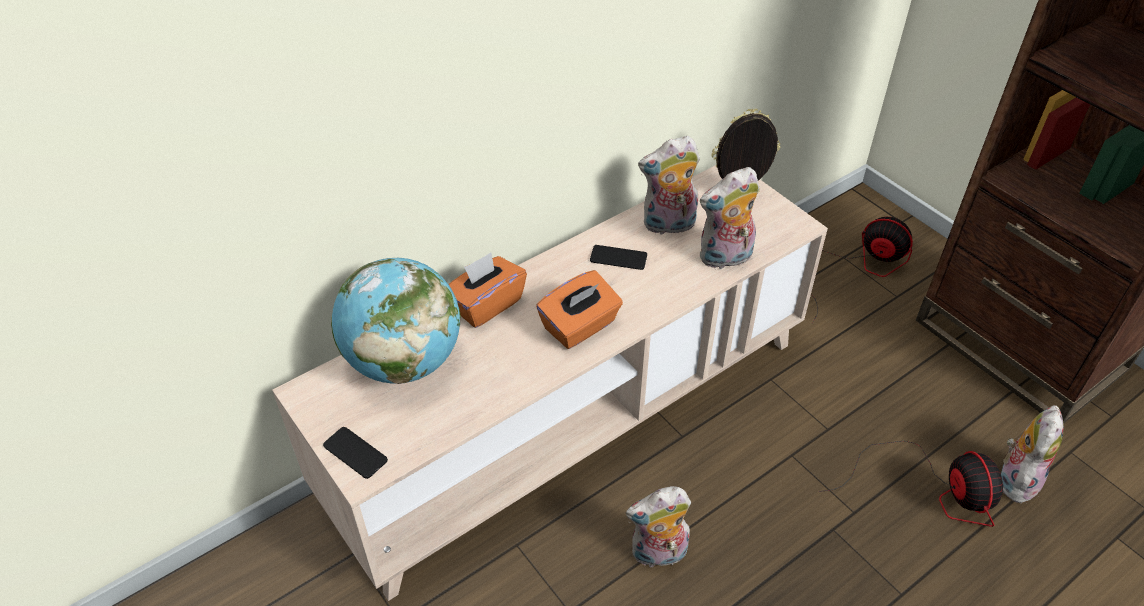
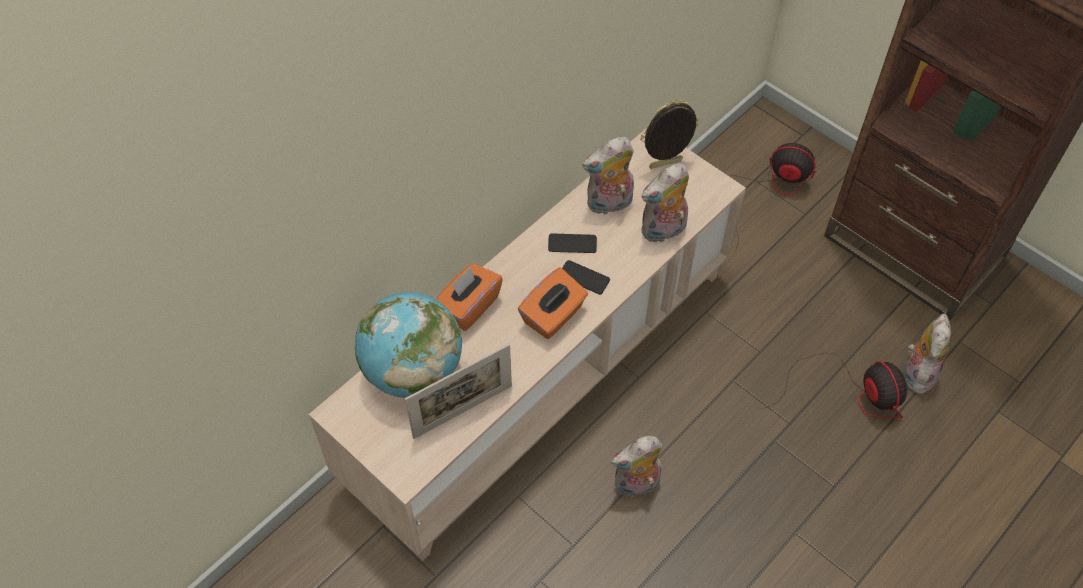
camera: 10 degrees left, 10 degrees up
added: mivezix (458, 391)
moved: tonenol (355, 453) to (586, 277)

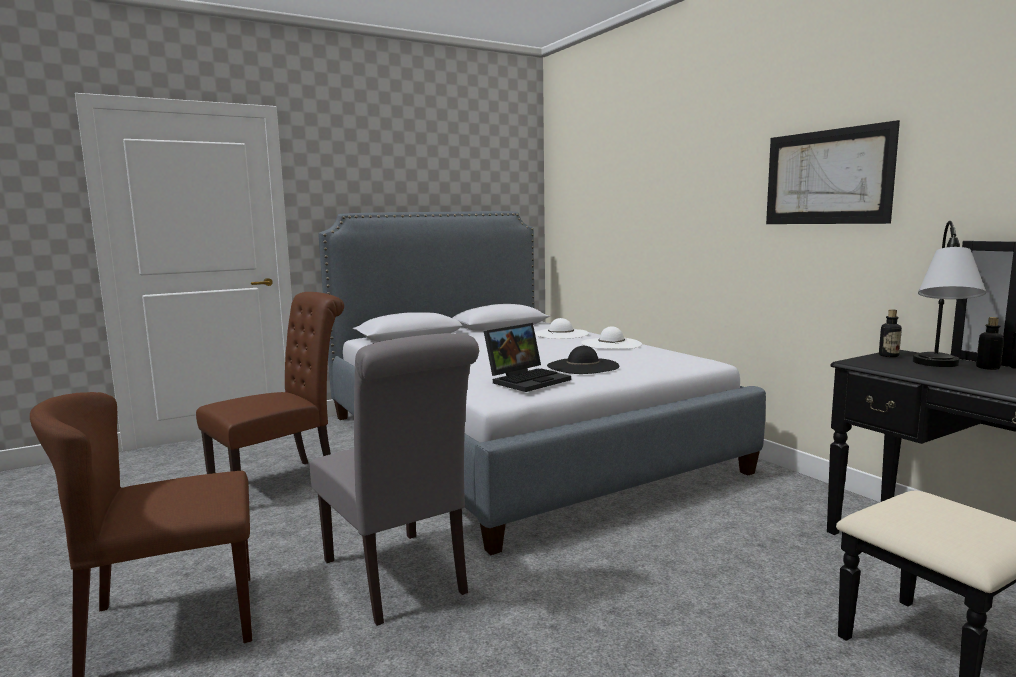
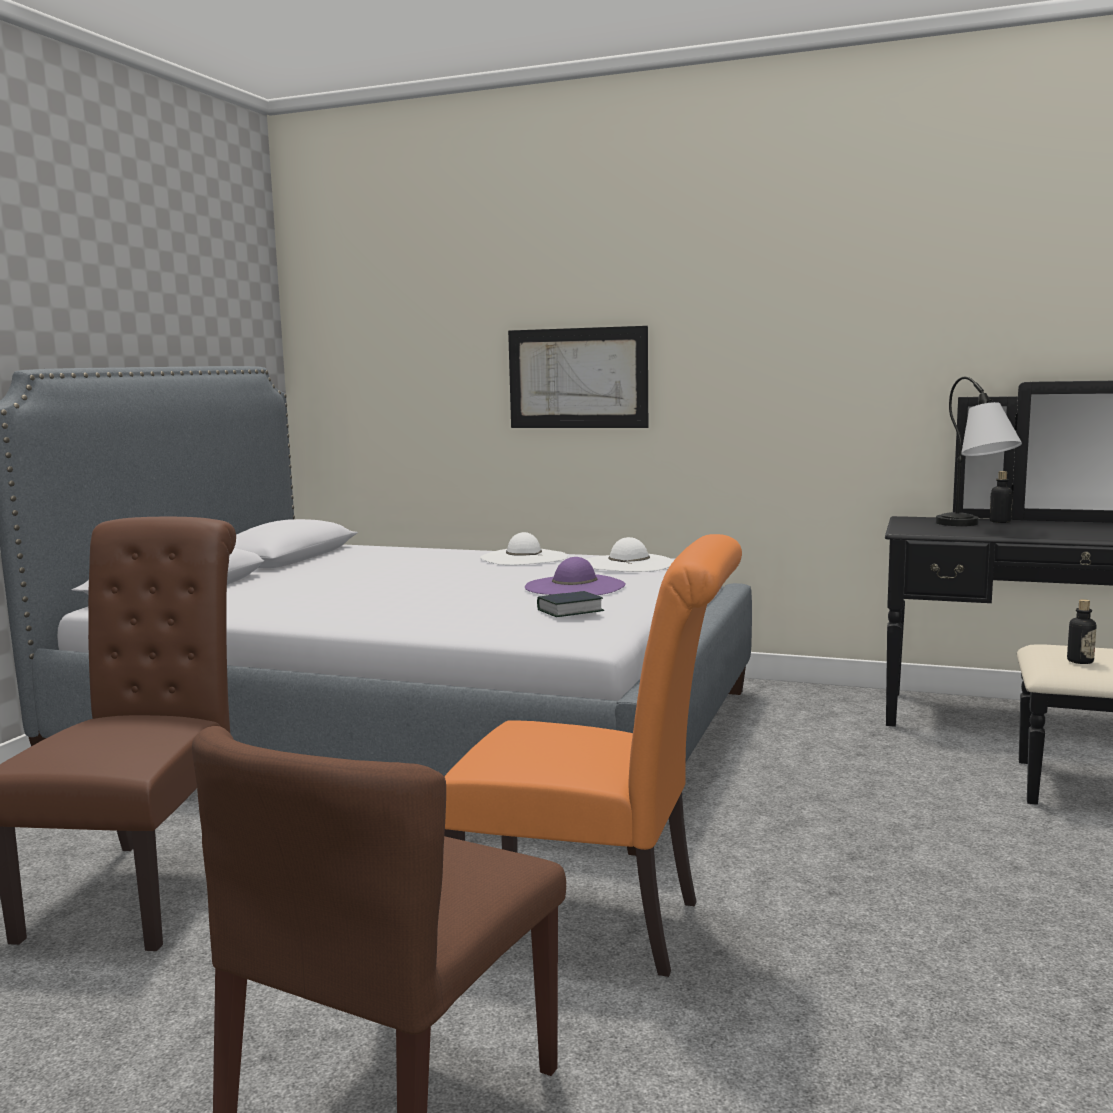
camera: 40 degrees left, 0 degrees up
moved: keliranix (833, 172) to (578, 377); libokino (890, 333) to (1081, 631); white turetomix (562, 328) to (629, 554)
replaced: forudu (527, 357) to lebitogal (570, 604)
recoloured: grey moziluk (394, 479) to orange moziluk (593, 755); black turetomix (583, 360) to purple turetomix (575, 576)

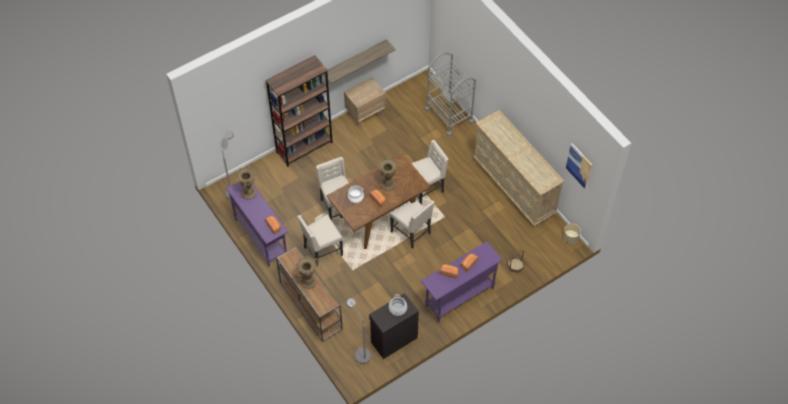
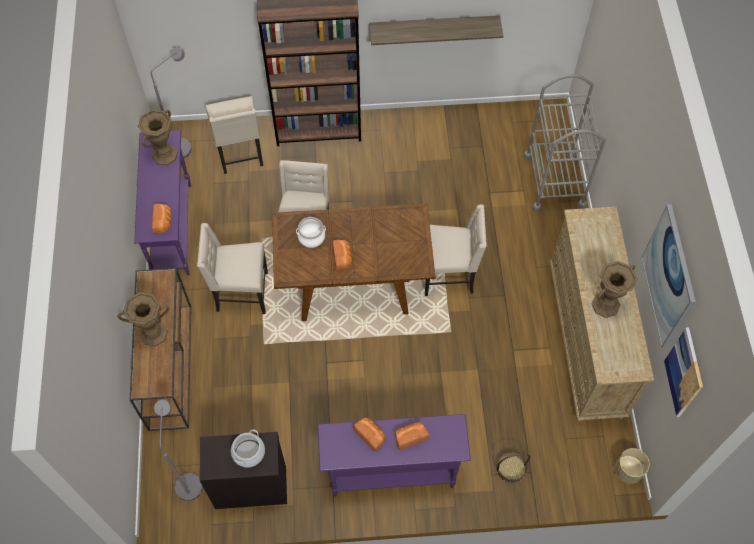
camera: 30 degrees right, 5 degrees up
removed: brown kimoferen (365, 103)
added: keliranix (669, 276)
moved: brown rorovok (388, 173) to (614, 289); beige moziluk (412, 224) to (234, 135)

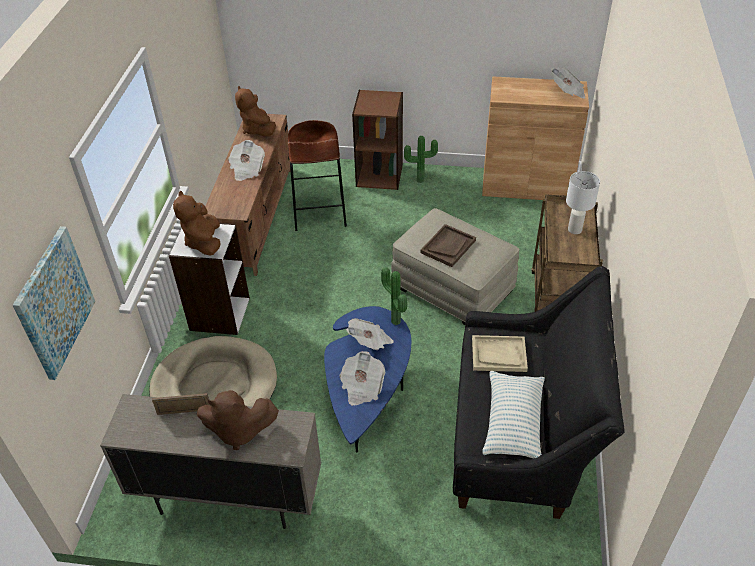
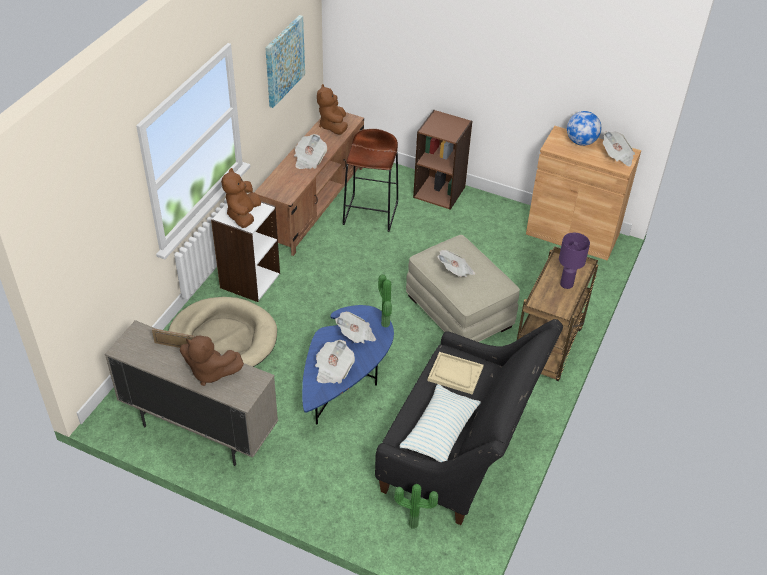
camera: 15 degrees right, 0 degrees up
added: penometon (584, 128)
moved: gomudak (421, 159) to (416, 506); keliranix (54, 303) to (285, 61)
replaced: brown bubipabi (448, 245) to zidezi (456, 263)
recoloured: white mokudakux (583, 202) to purple mokudakux (574, 261)

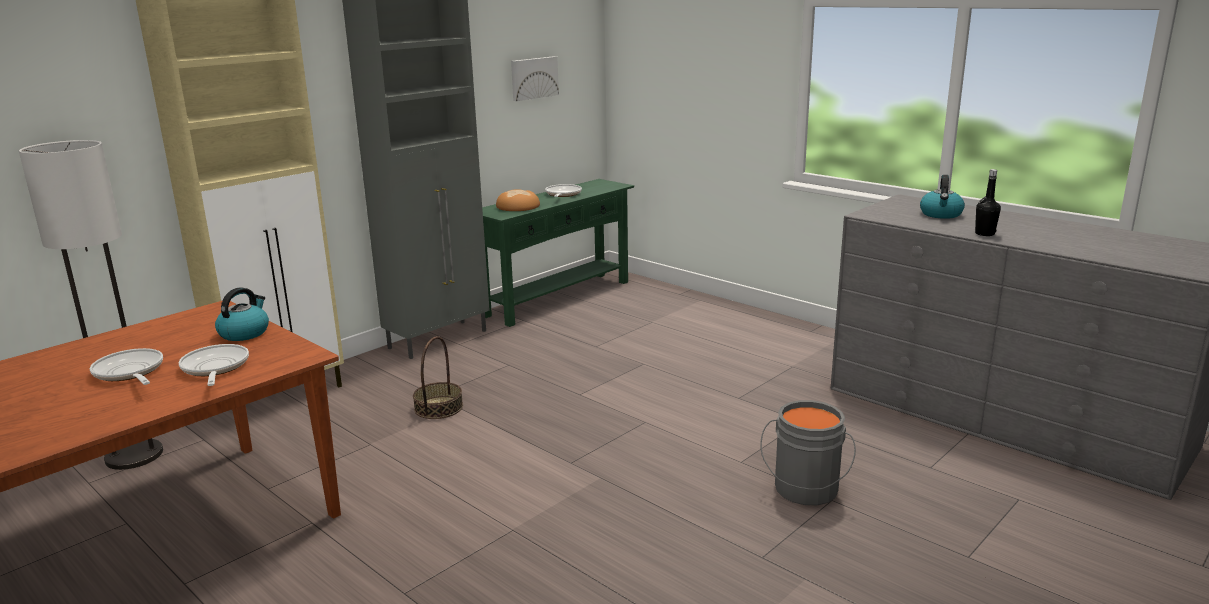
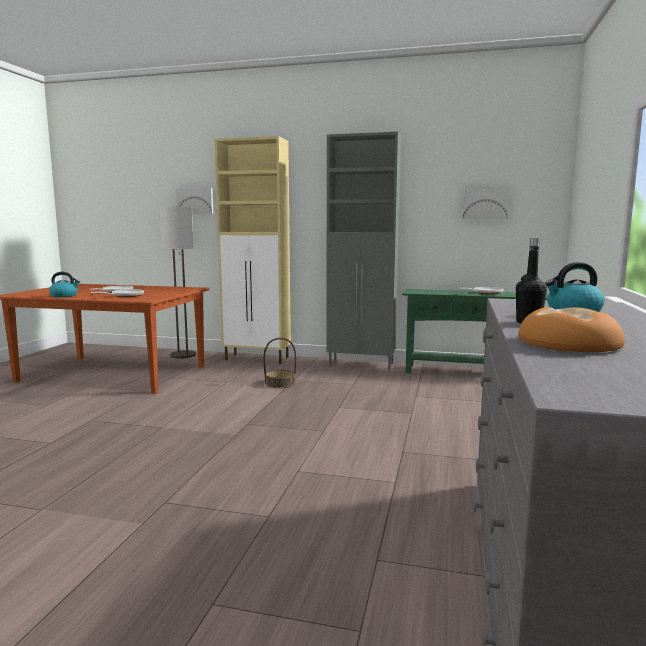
camera: 60 degrees right, 10 degrees down
removed: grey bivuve (808, 452)
added: keliranix (194, 201)
moved: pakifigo (518, 200) to (571, 329); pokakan (242, 314) to (64, 284)

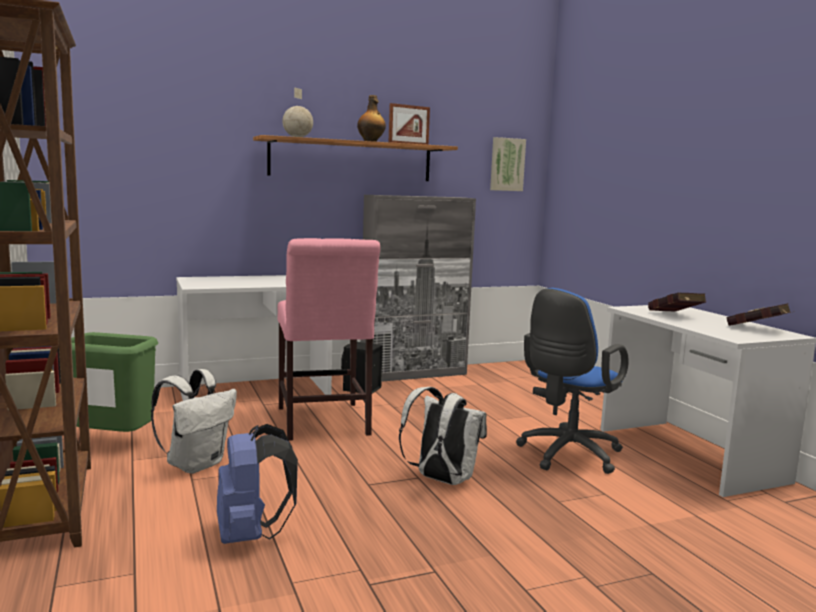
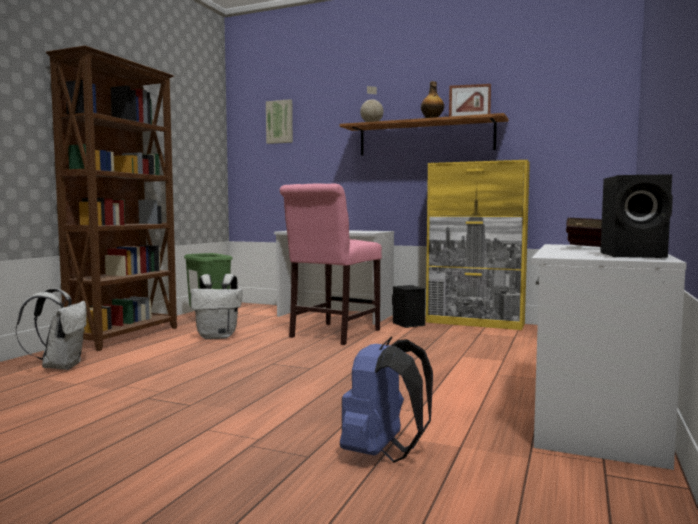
camera: 45 degrees right, 5 degrees down
removed: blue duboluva (572, 381)
moved: keliranix (508, 164) to (279, 121); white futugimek (443, 436) to (51, 329); blue futugimek (257, 484) to (386, 399)
replaced: red lebitogal (758, 314) to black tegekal (636, 216)
recoloured: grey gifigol (418, 288) to yellow gifigol (478, 245)

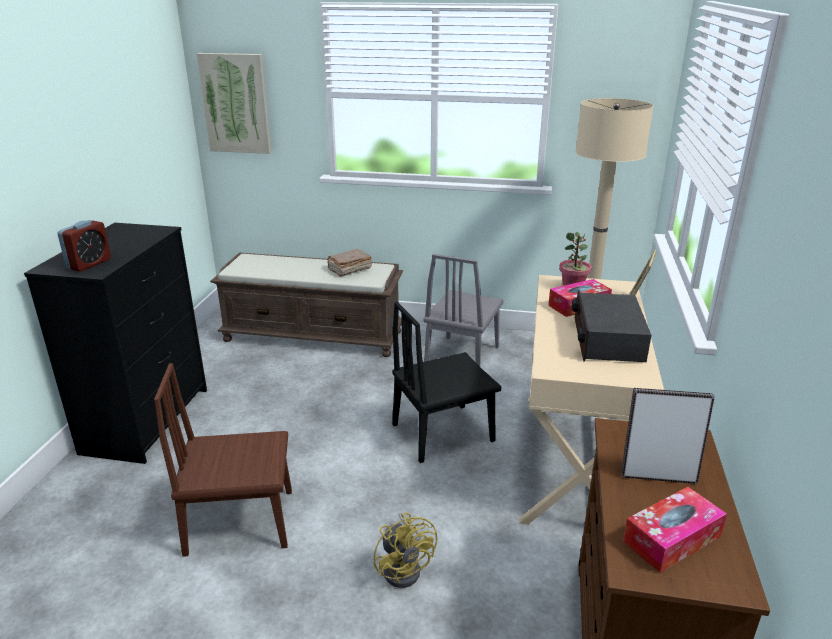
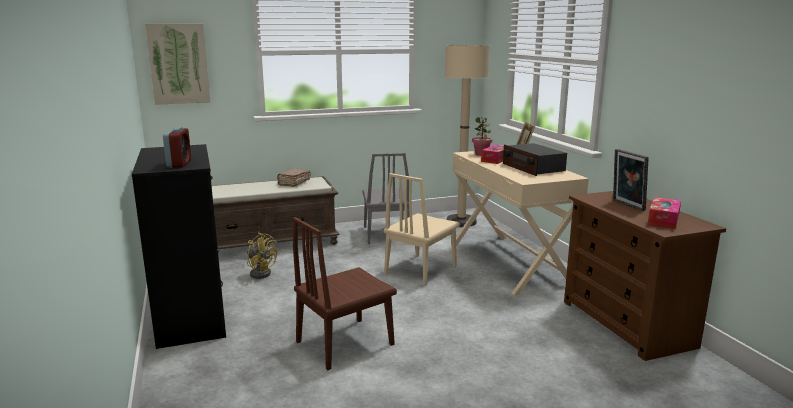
camera: 30 degrees left, 10 degrees down
moved: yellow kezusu (405, 550) to (262, 256)
recoloured: black moziluk (446, 382) to beige moziluk (422, 229)
turned: mivezix (668, 436) = (631, 180) 90 degrees counterclockwise

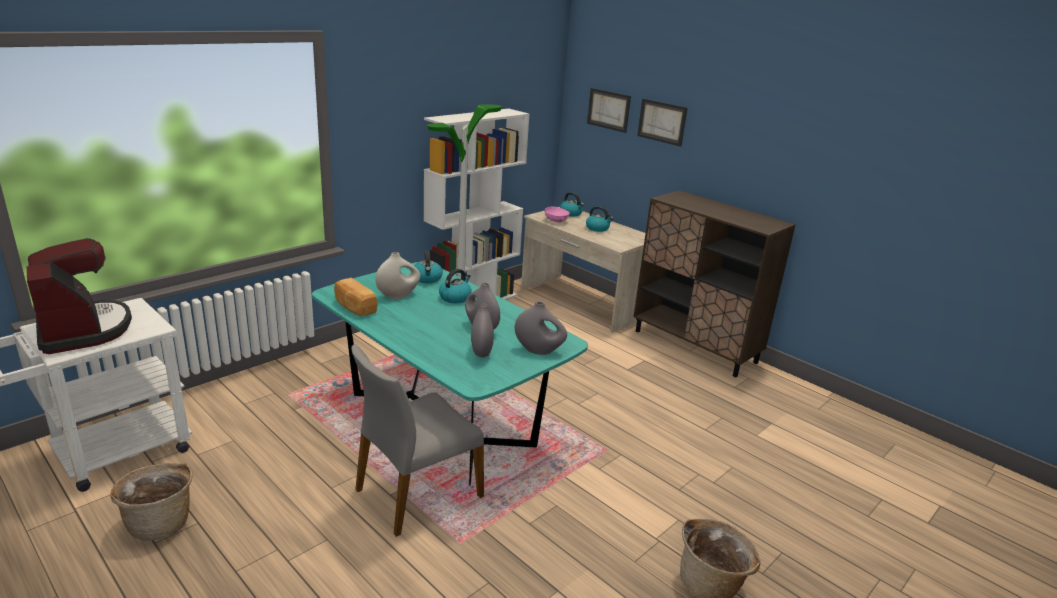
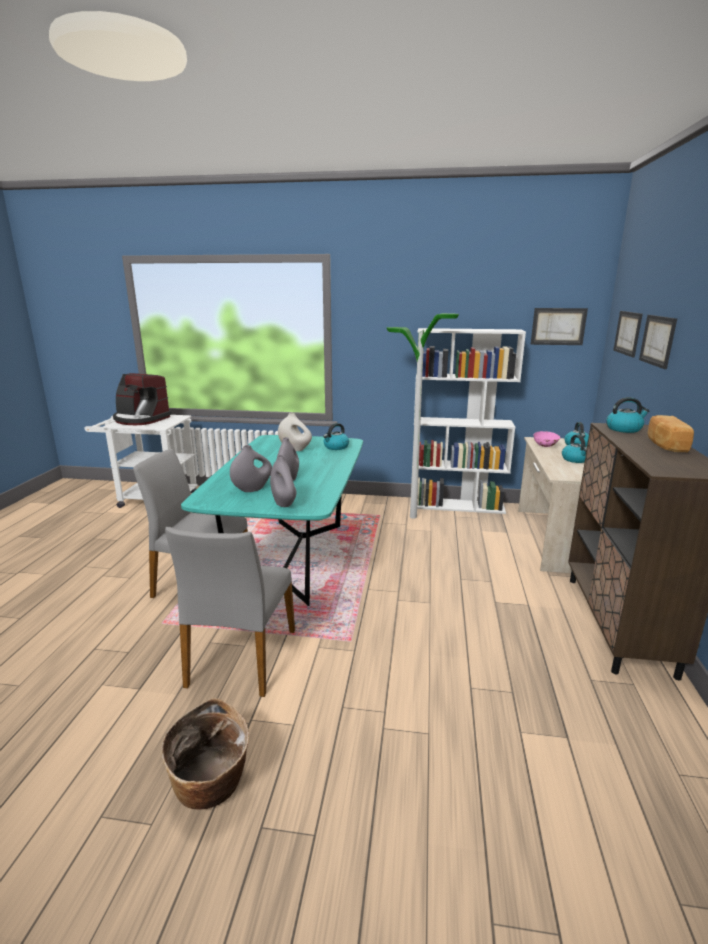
camera: 55 degrees right, 5 degrees down
removed: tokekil (151, 502)
added: keliranix (559, 326); grey moziluk (230, 612)
moved: pokakan (455, 286) to (627, 415); pakifigo (355, 297) to (671, 434)
turned: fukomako (79, 296) = (142, 399) 90 degrees clockwise

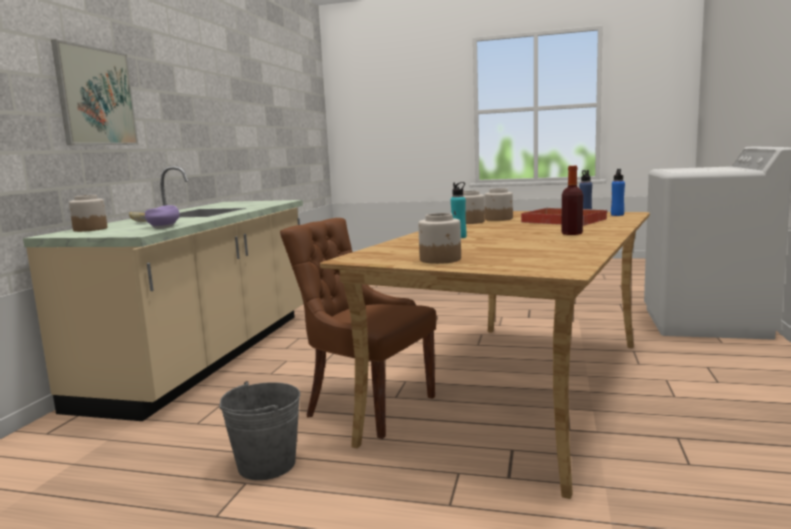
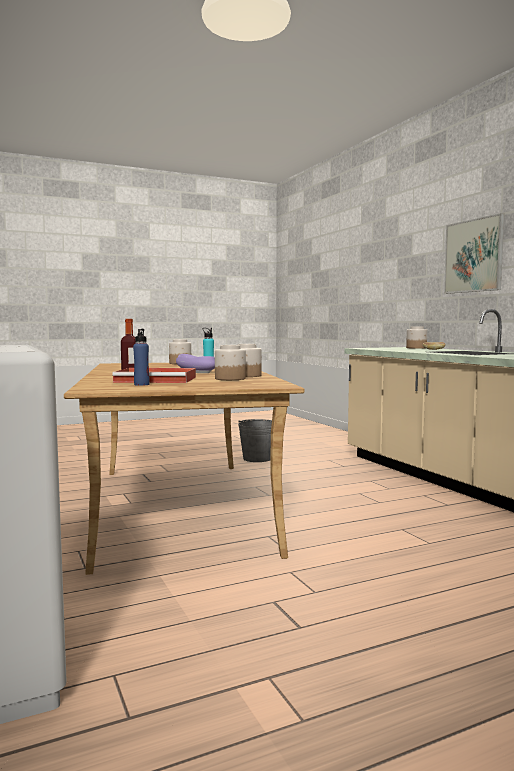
camera: 140 degrees right, 5 degrees down
removed: blue libokino (618, 192); brown moziluk (358, 328)
moved: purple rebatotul (162, 217) to (195, 363)

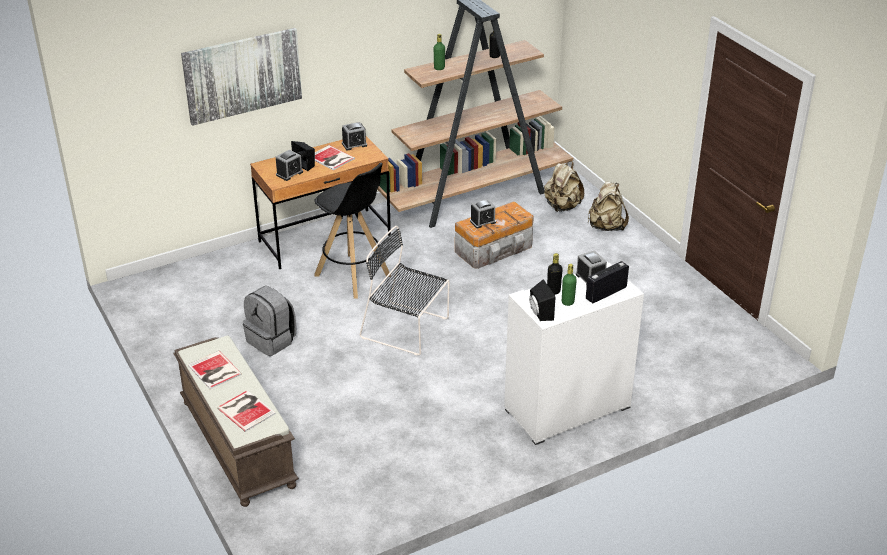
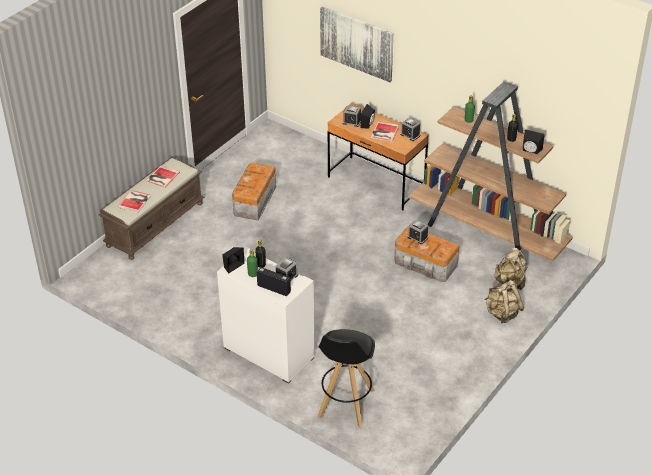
camera: 65 degrees right, 5 degrees up
removed: black moziluk (404, 291)
added: black tegekal (534, 141)
moved: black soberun (352, 231) to (346, 378)
replaced: grey futugimek (269, 321) to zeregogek (254, 192)

